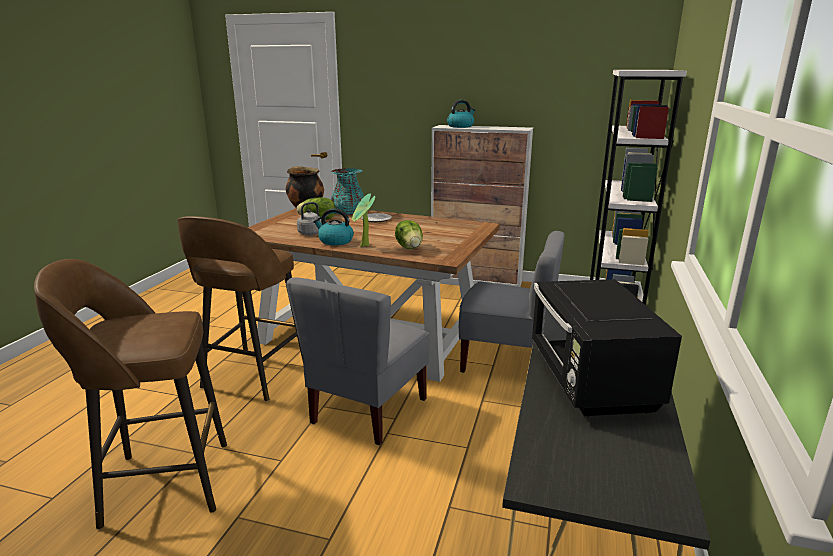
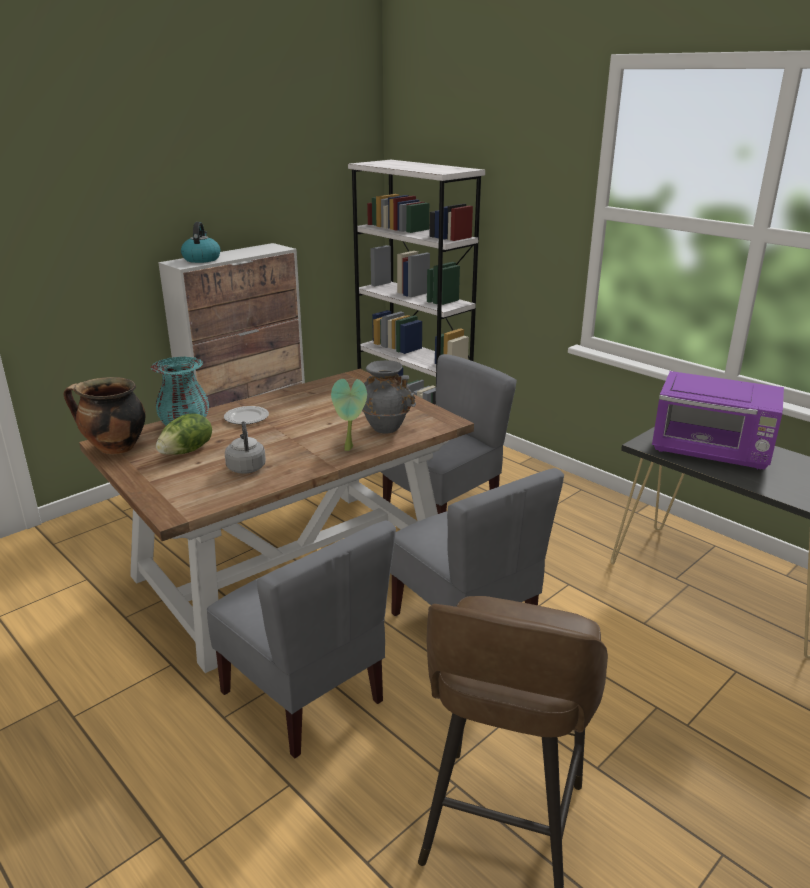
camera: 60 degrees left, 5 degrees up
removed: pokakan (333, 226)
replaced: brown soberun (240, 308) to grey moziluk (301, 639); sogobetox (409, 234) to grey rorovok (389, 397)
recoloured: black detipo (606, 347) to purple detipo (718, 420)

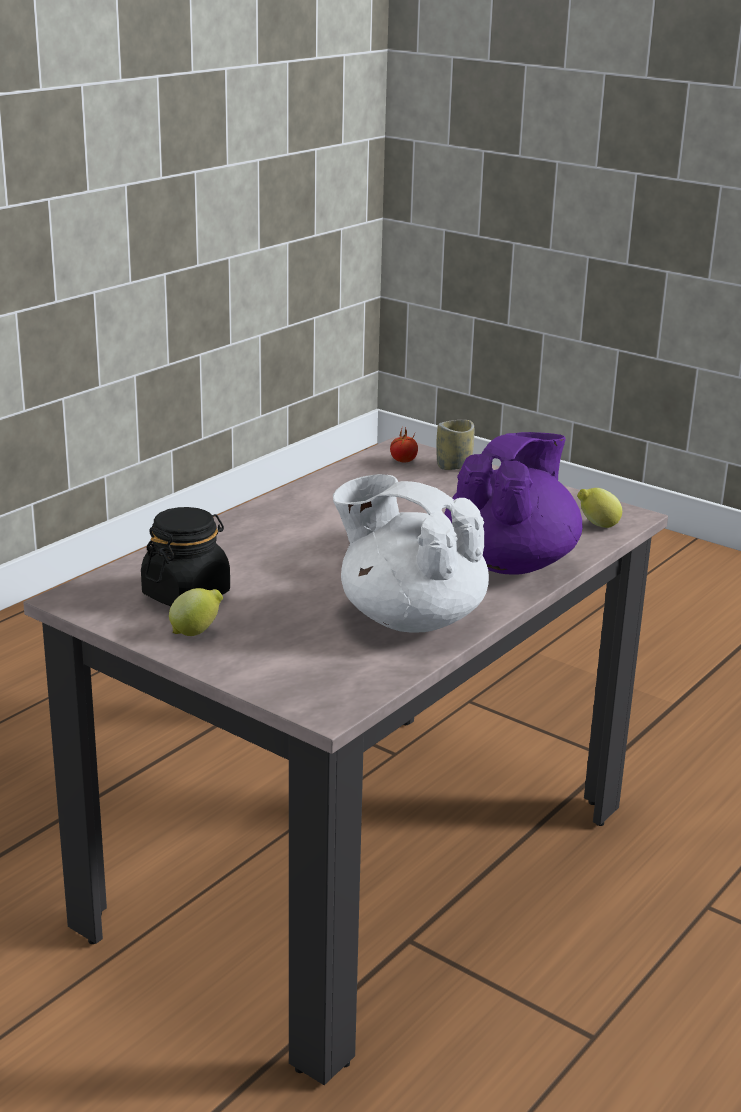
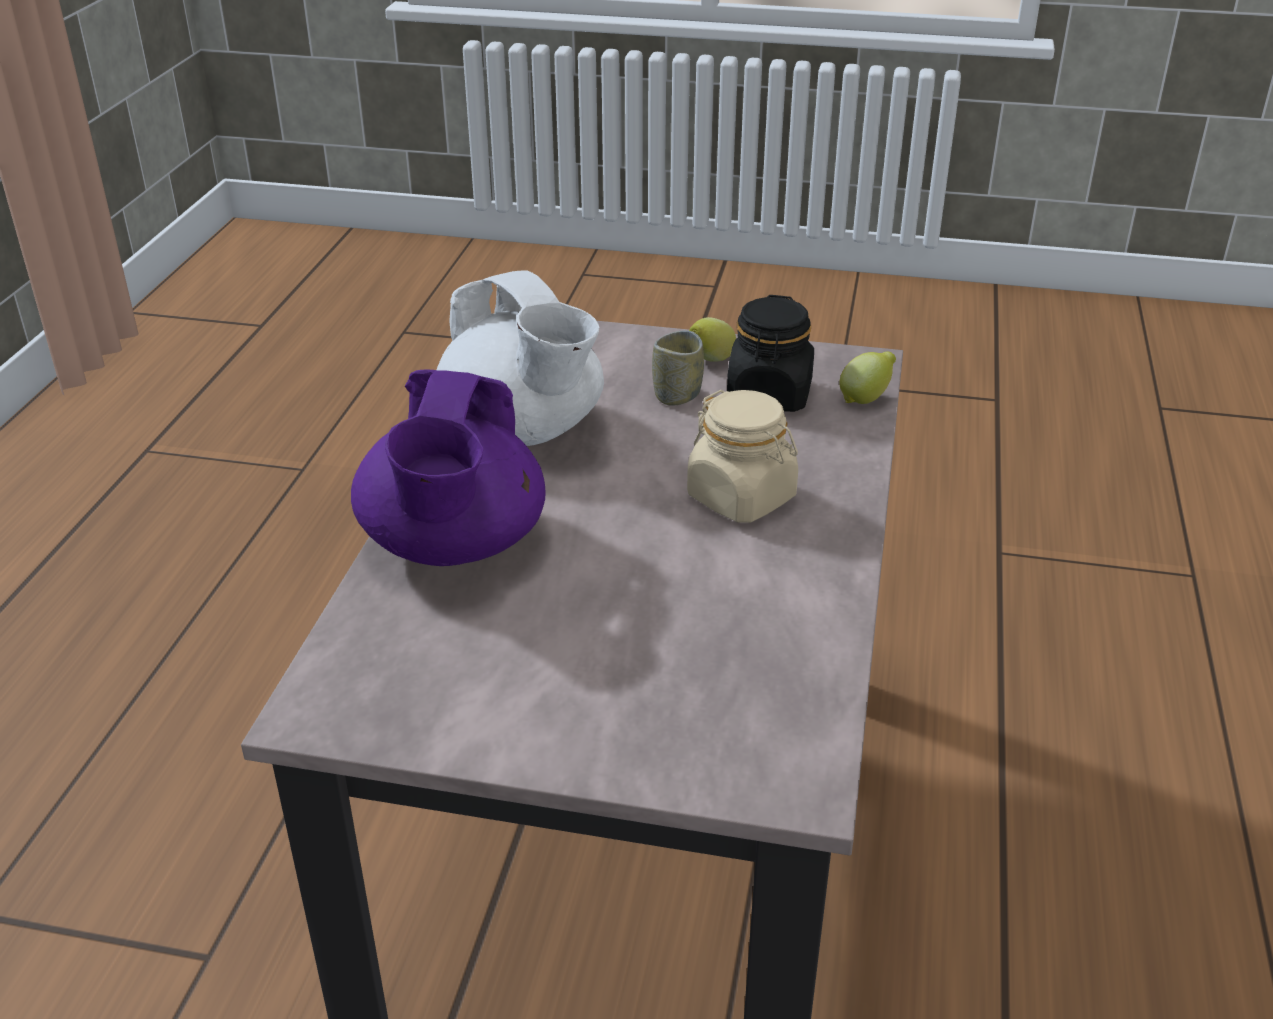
camera: 155 degrees right, 10 degrees up
removed: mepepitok (404, 445)
added: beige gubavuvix (742, 456)
moved: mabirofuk (455, 445) to (678, 368); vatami (599, 508) to (867, 377)
turned: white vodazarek (411, 553) = (520, 358) 45 degrees clockwise

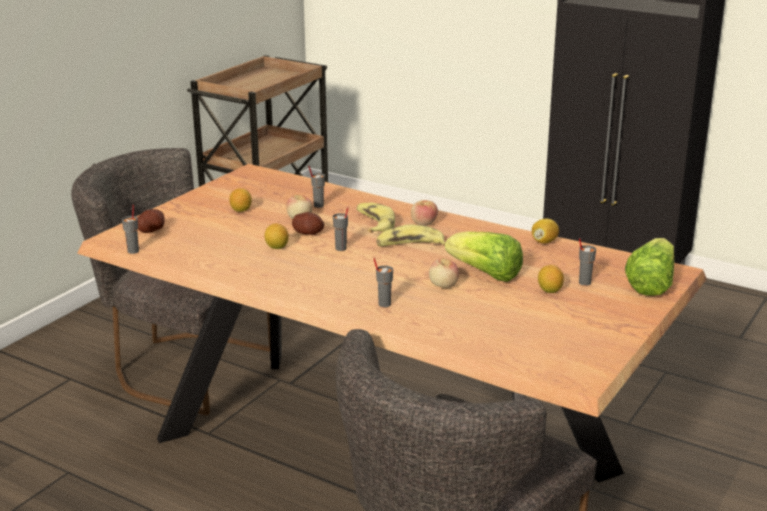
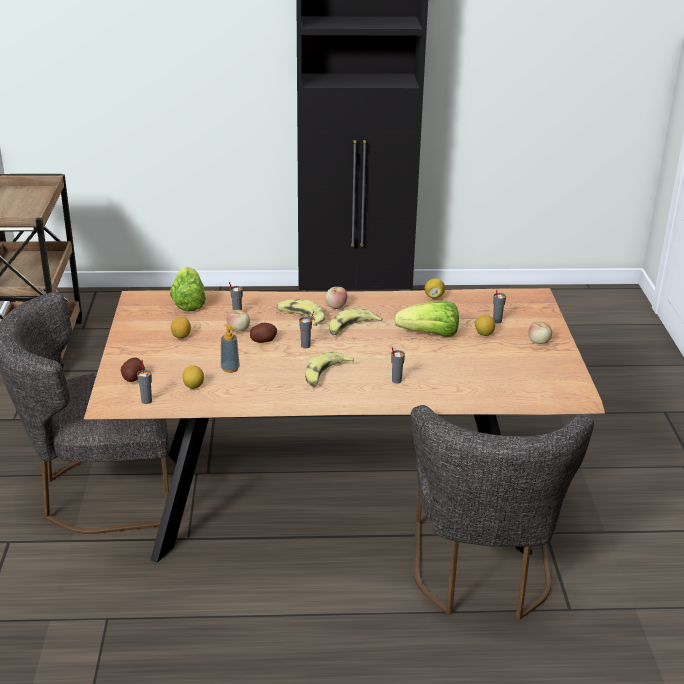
camera: 35 degrees left, 5 degrees up
added: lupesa (230, 348); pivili (329, 369)
moved: vatami (277, 236) to (193, 377); sogobetox (649, 267) to (188, 288); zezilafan (444, 273) to (540, 332)

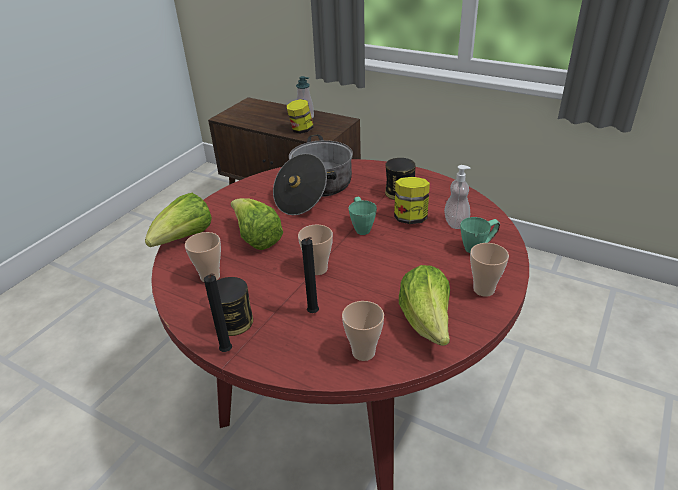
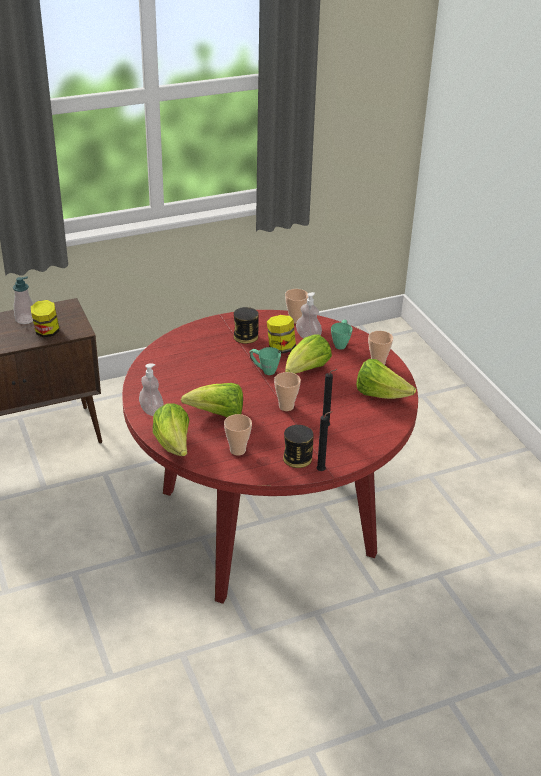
camera: 55 degrees left, 0 degrees up
removed: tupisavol (313, 174)
added: sogobetox (308, 354); lupesa (151, 390)
moved: mabirofuk (363, 331) to (296, 306)

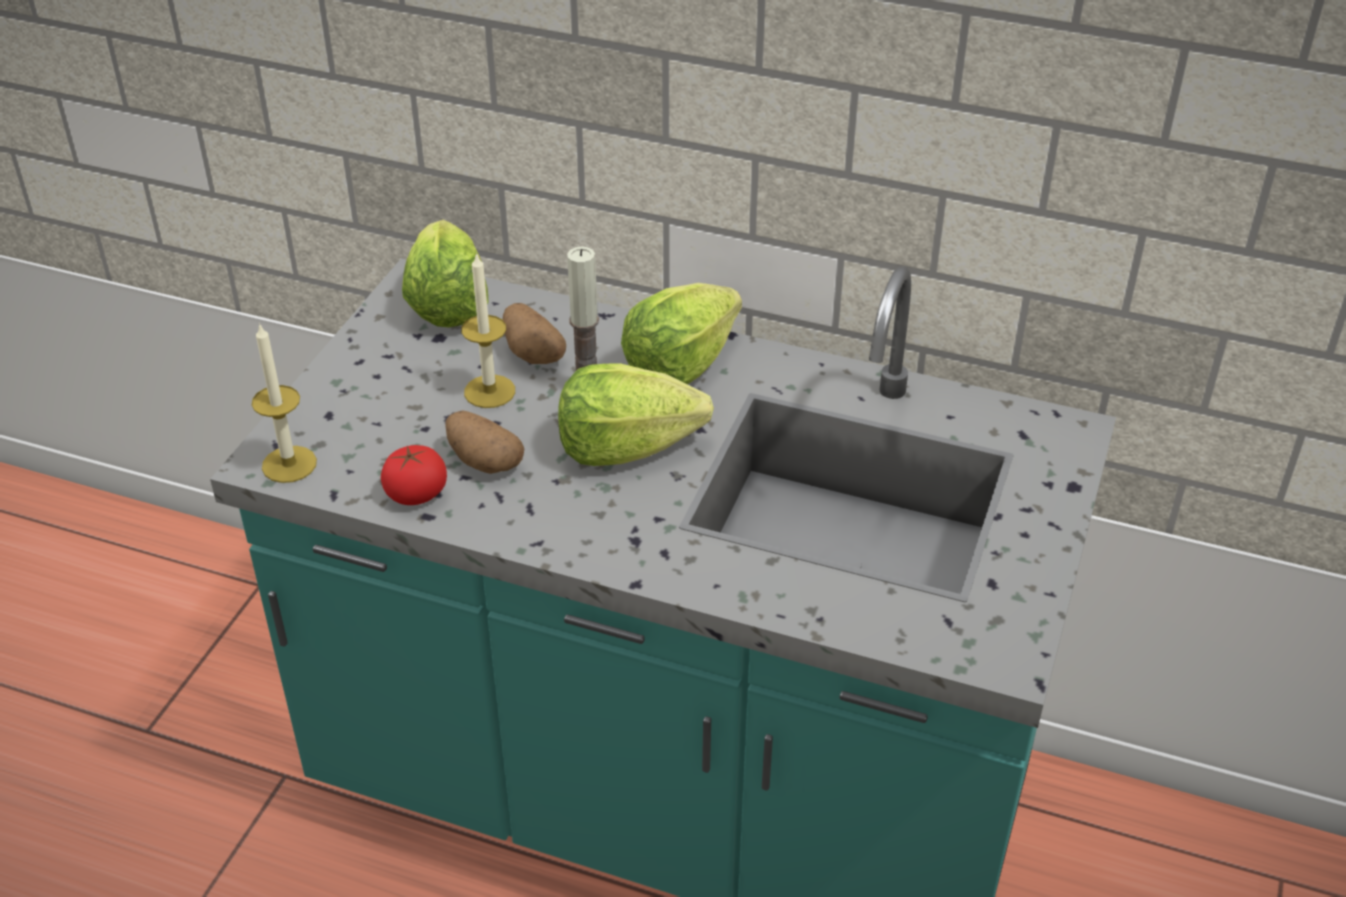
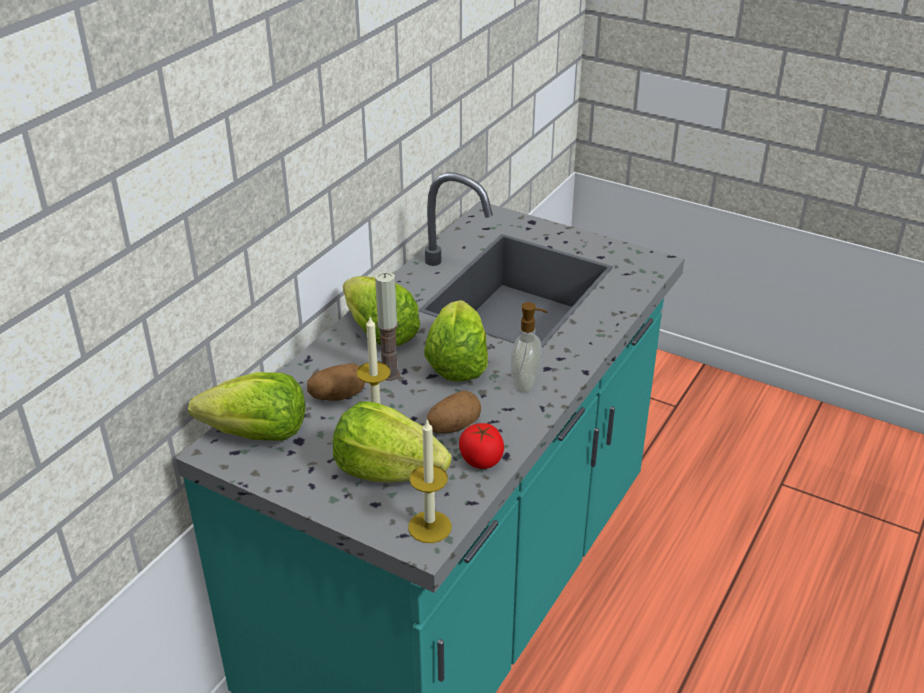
camera: 80 degrees left, 5 degrees down
added: lupesa (529, 347); sogobetox (392, 442)

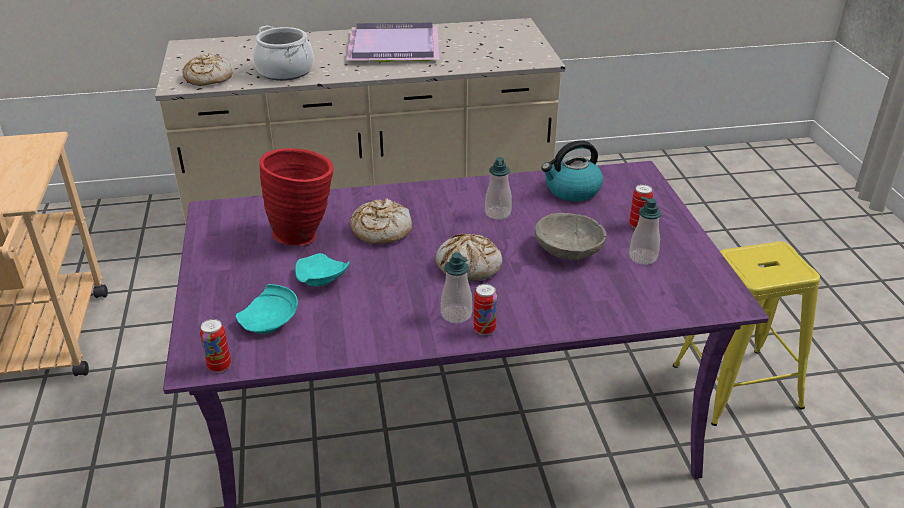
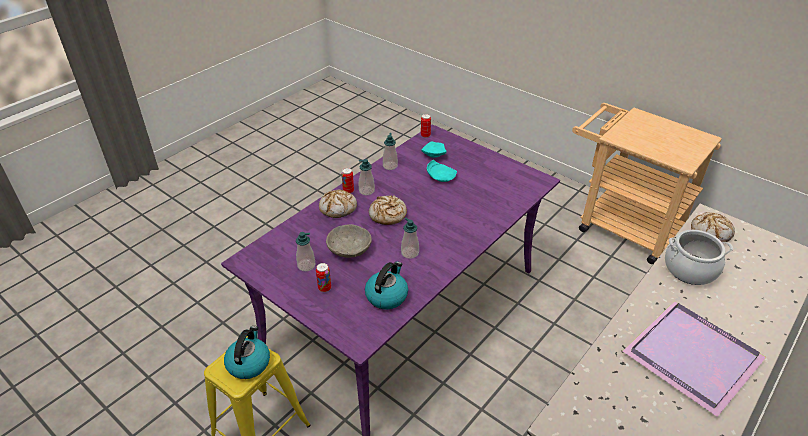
camera: 140 degrees right, 5 degrees up
removed: red rorovok (297, 196)
added: lupesa (390, 151); pokakan (247, 352)
moved: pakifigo (381, 221) to (338, 203)

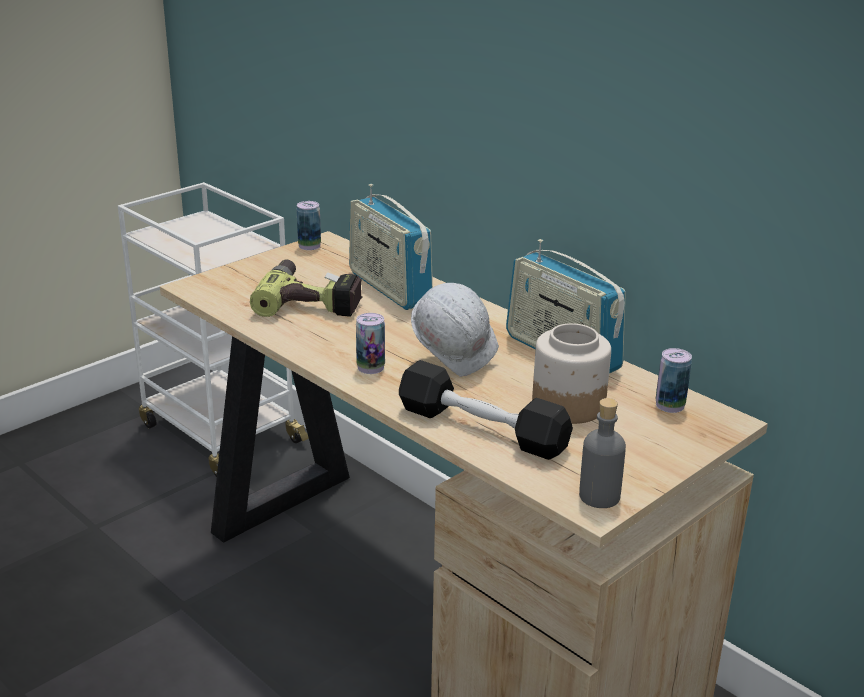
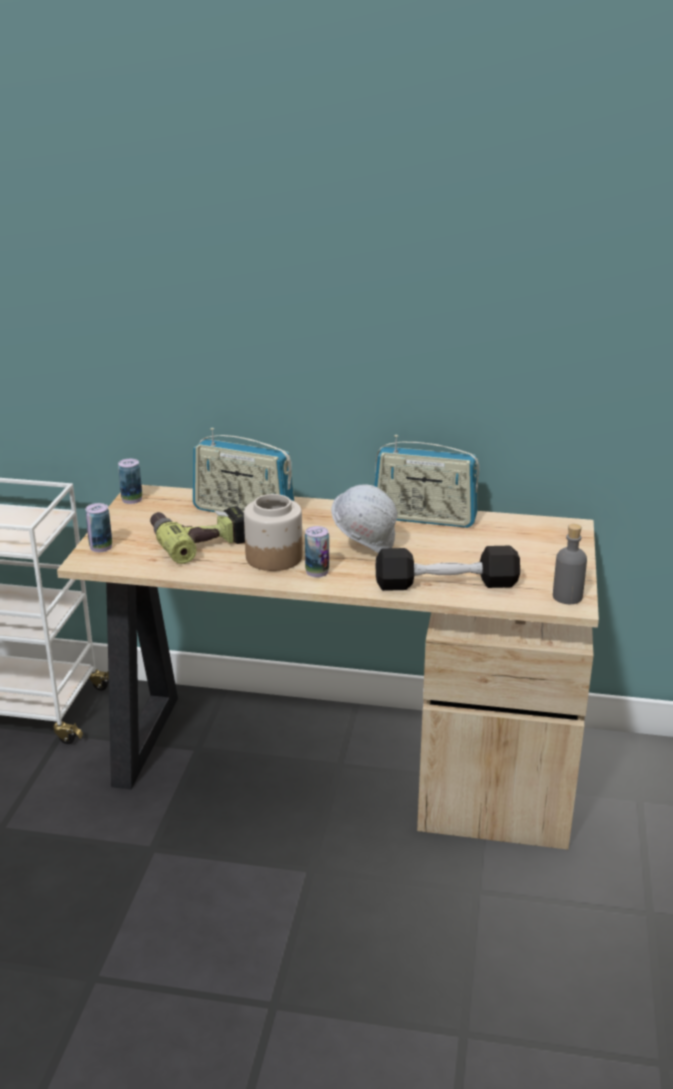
camera: 35 degrees left, 0 degrees up
moved: gubavuvix (571, 373) to (273, 532); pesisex (674, 380) to (98, 527)

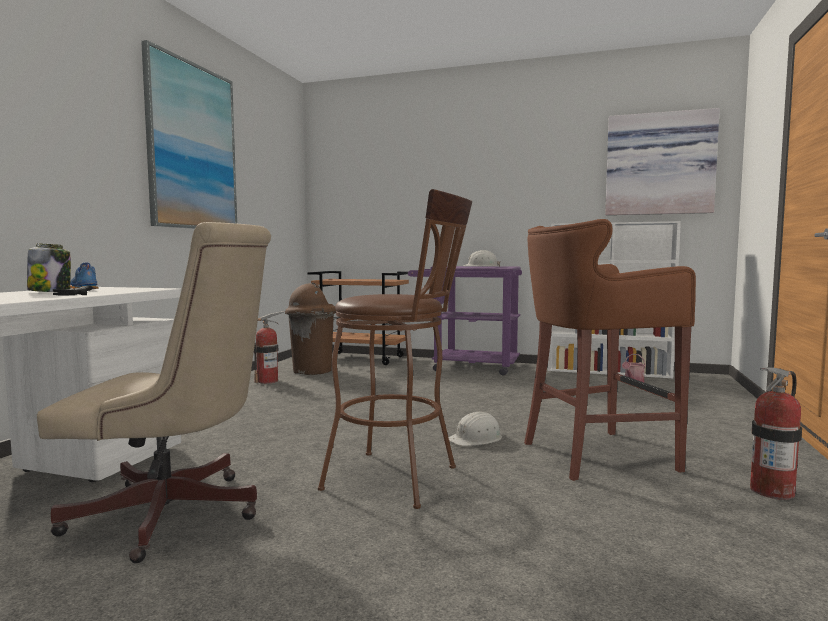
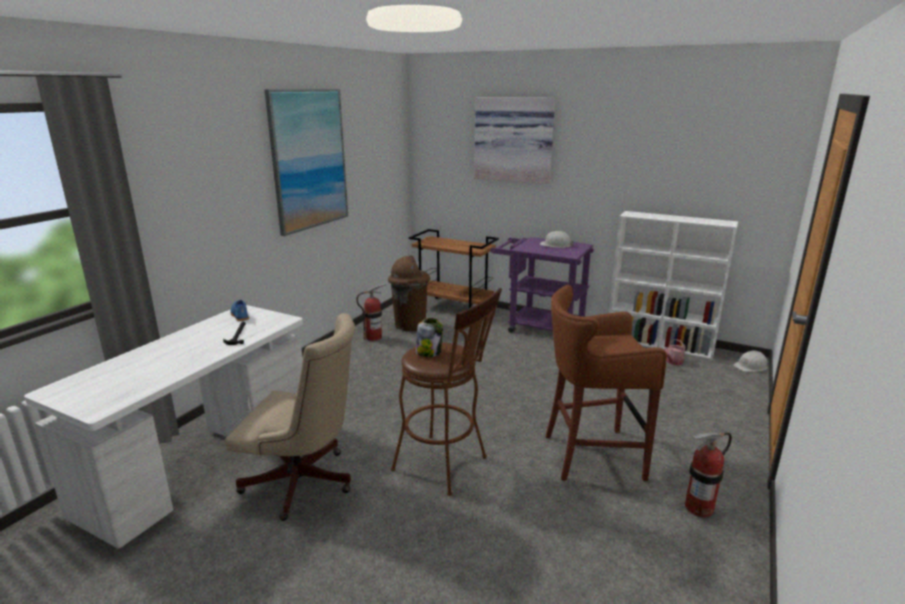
camera: 10 degrees right, 15 degrees up
moved: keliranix (662, 161) to (515, 140); gubavuvix (49, 267) to (429, 337); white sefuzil (475, 428) to (750, 361)

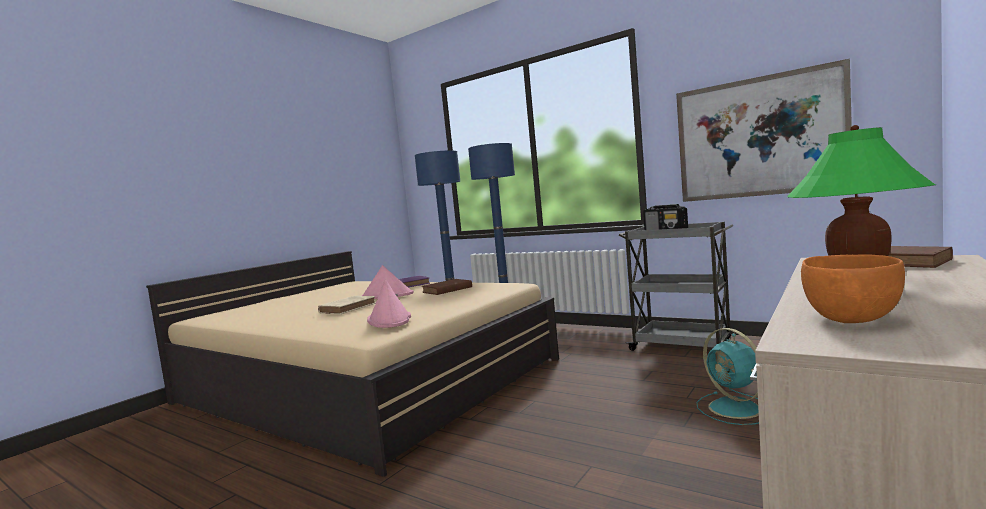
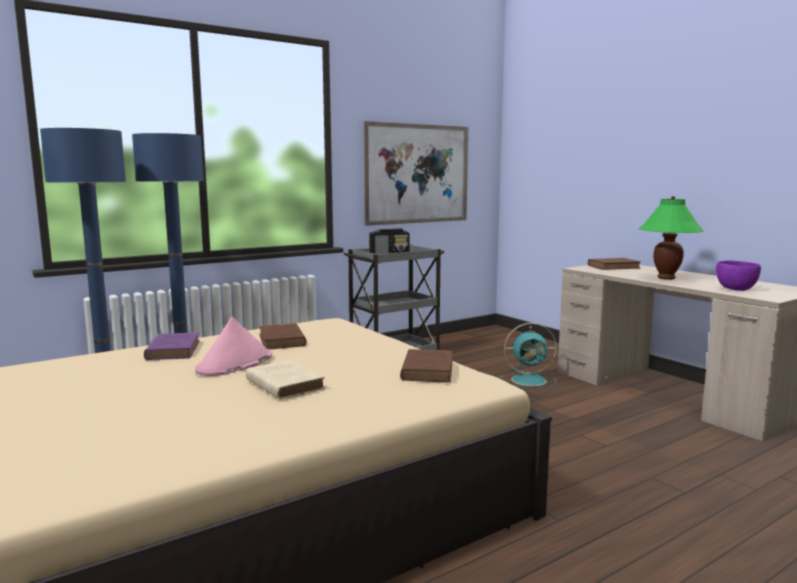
camera: 70 degrees left, 5 degrees up
replaced: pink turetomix (389, 304) to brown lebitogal (426, 365)
recoloured: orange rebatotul (853, 288) to purple rebatotul (738, 276)

